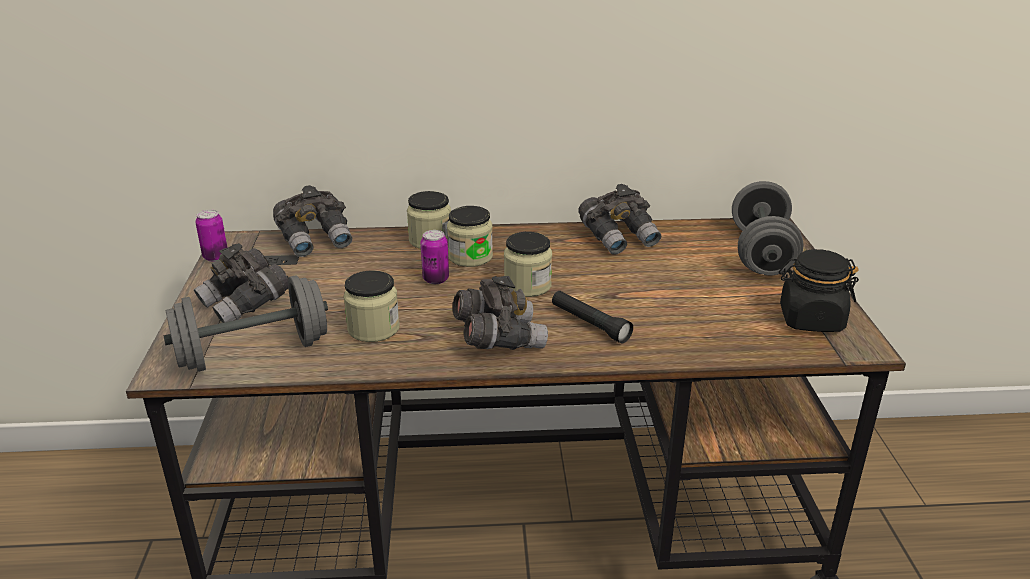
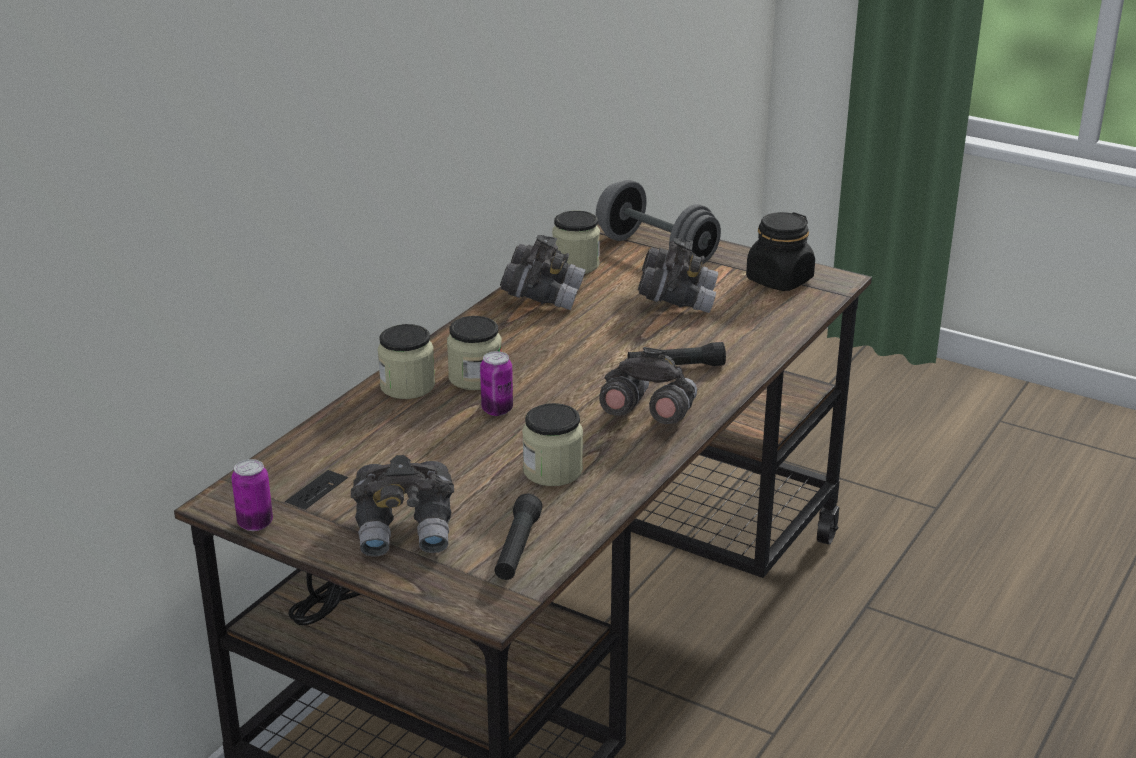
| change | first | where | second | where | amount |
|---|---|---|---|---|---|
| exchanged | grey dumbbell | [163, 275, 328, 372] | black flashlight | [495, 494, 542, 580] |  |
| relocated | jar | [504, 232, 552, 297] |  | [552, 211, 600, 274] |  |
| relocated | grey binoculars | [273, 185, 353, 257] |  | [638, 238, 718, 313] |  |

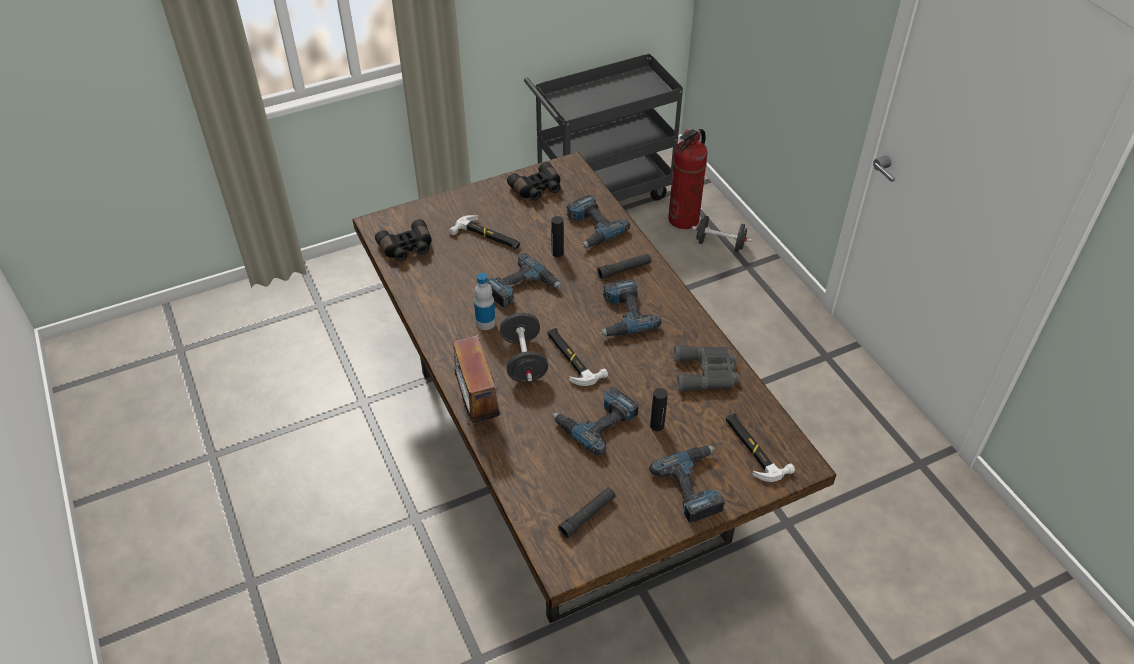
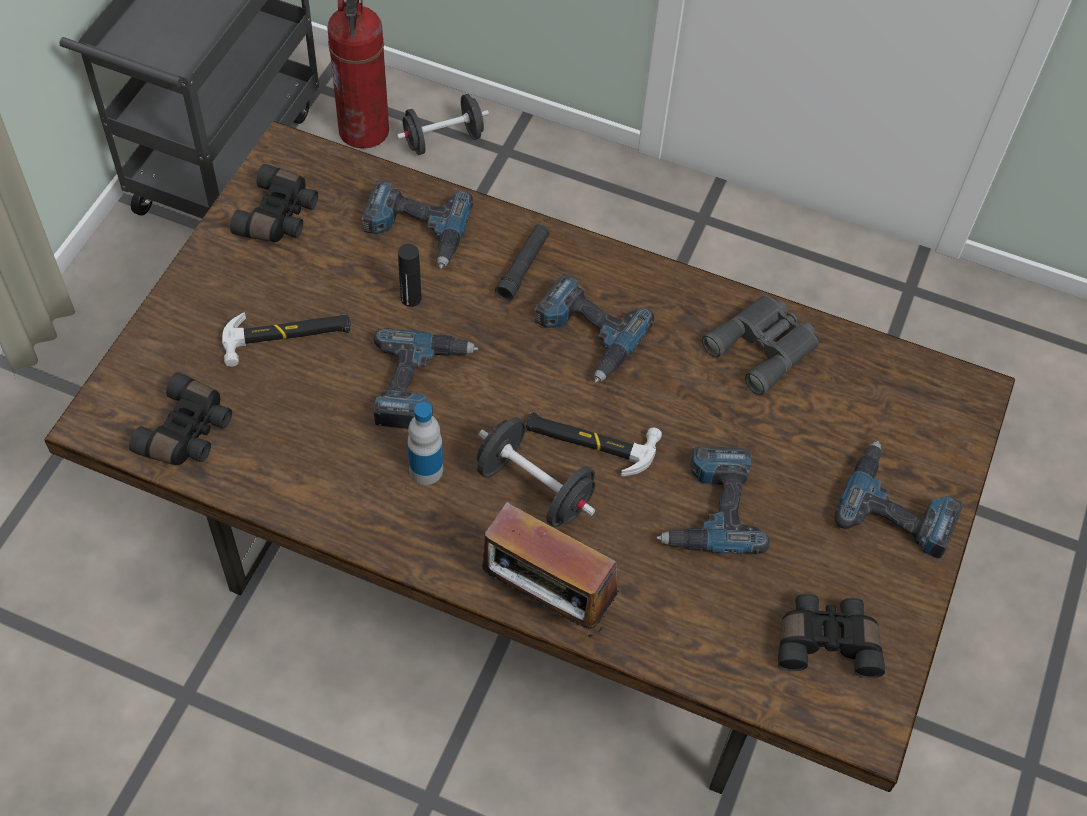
| change | first | where | second | where | amount |
|---|---|---|---|---|---|
| exchanged | black flashlight | [558, 487, 616, 538] | black binoculars | [778, 594, 885, 678] |  |
| missing | black bottle | [650, 388, 668, 431] |  |  |  |
| missing | hammer | [726, 413, 795, 482] |  |  |  |

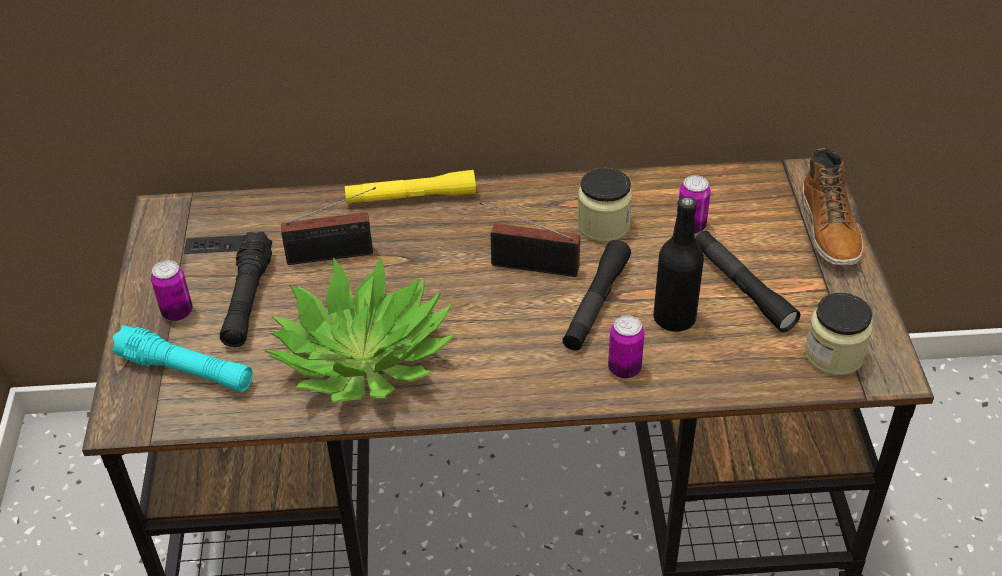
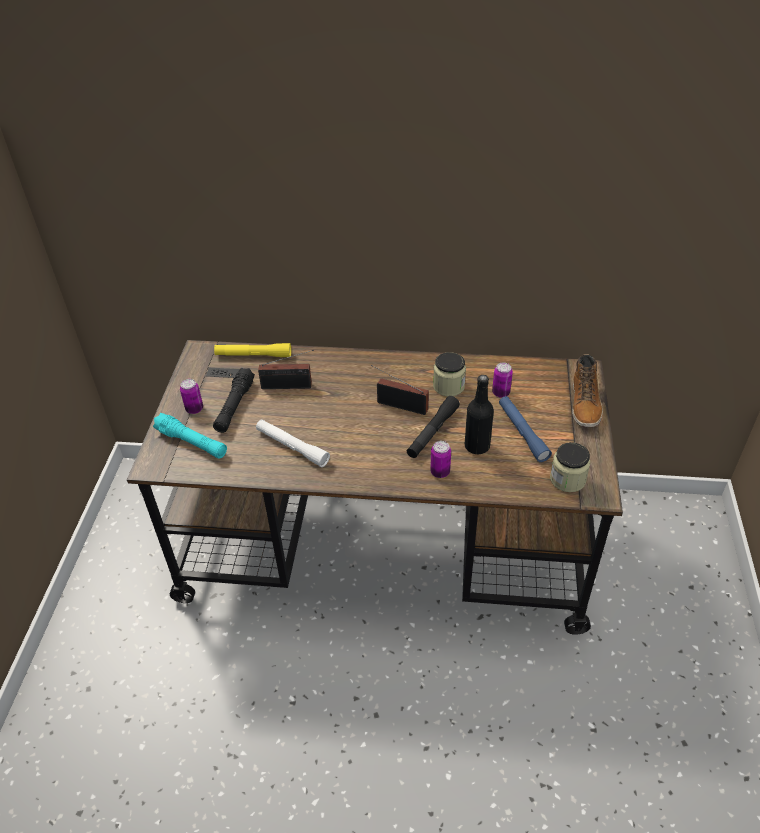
| change | first | where | second | where | amount |
|---|---|---|---|---|---|
| relocated | yellow flashlight | [345, 170, 476, 204] |  | [214, 343, 291, 357] |  |
| exchanged | potted plant | [264, 256, 455, 403] | white flashlight | [256, 419, 330, 467] |  |
| colour | black flashlight | [695, 231, 800, 332] | blue flashlight | [499, 396, 552, 462] |  |

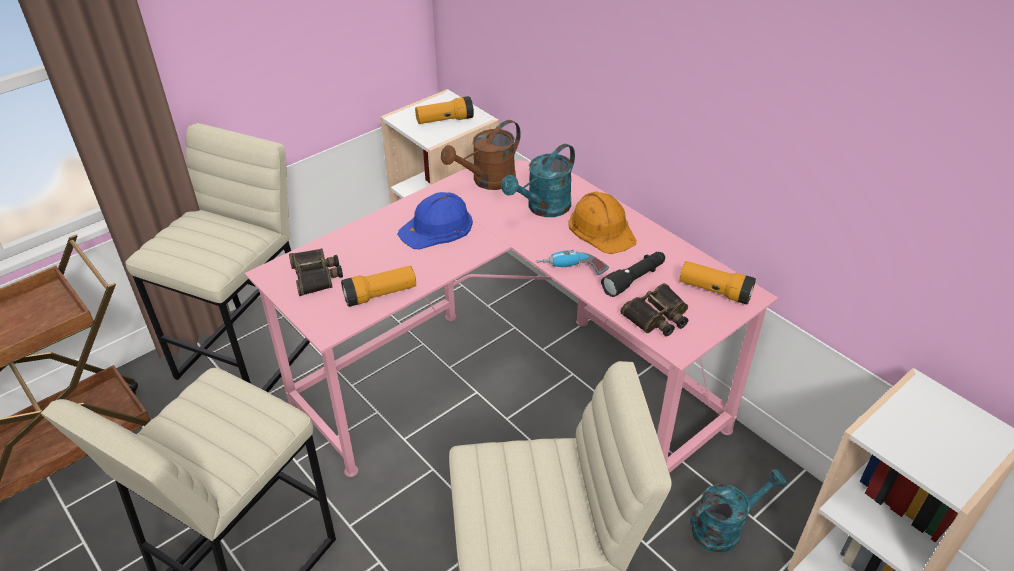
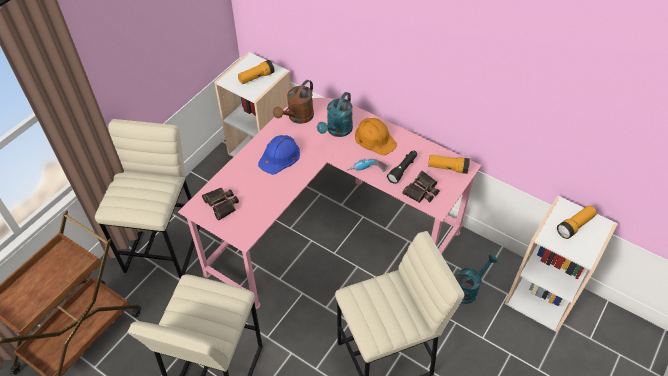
| change | first | where | second | where | amount |
|---|---|---|---|---|---|
| relocated | flashlight | [341, 266, 416, 307] |  | [557, 205, 597, 239] |  |

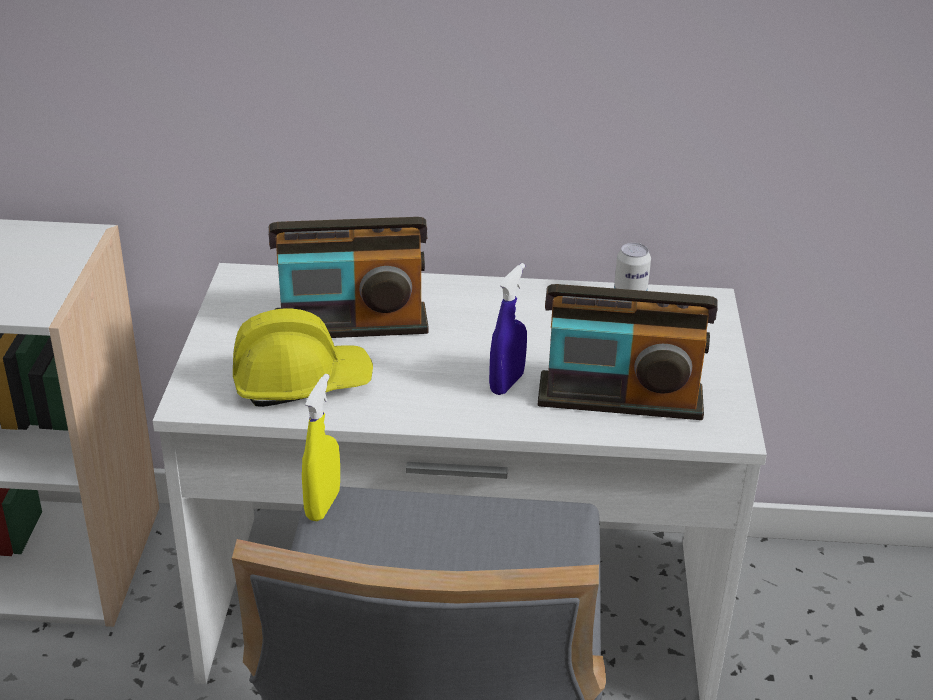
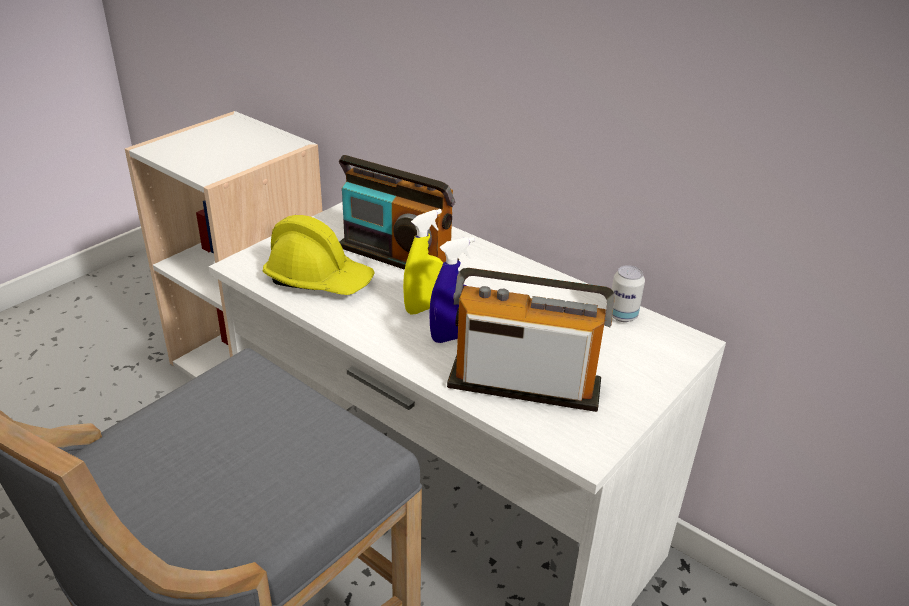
| change | first | where | second | where | amount |
|---|---|---|---|---|---|
| relocated | yellow spray bottle | [302, 374, 340, 521] |  | [403, 209, 443, 314] |  |
| spun | radio | [538, 284, 718, 420] |  | [447, 268, 615, 412] | 150 degrees clockwise |

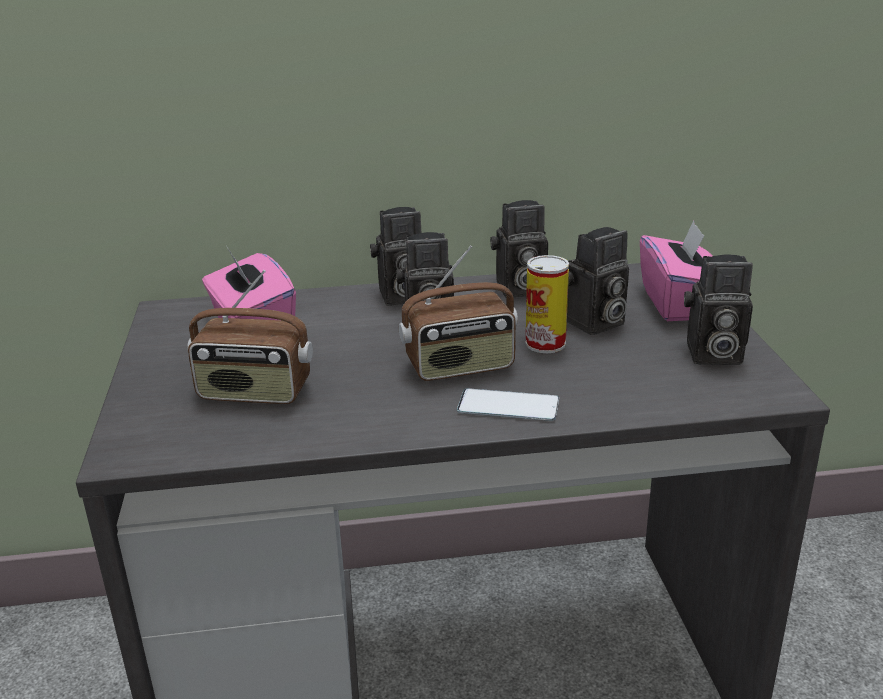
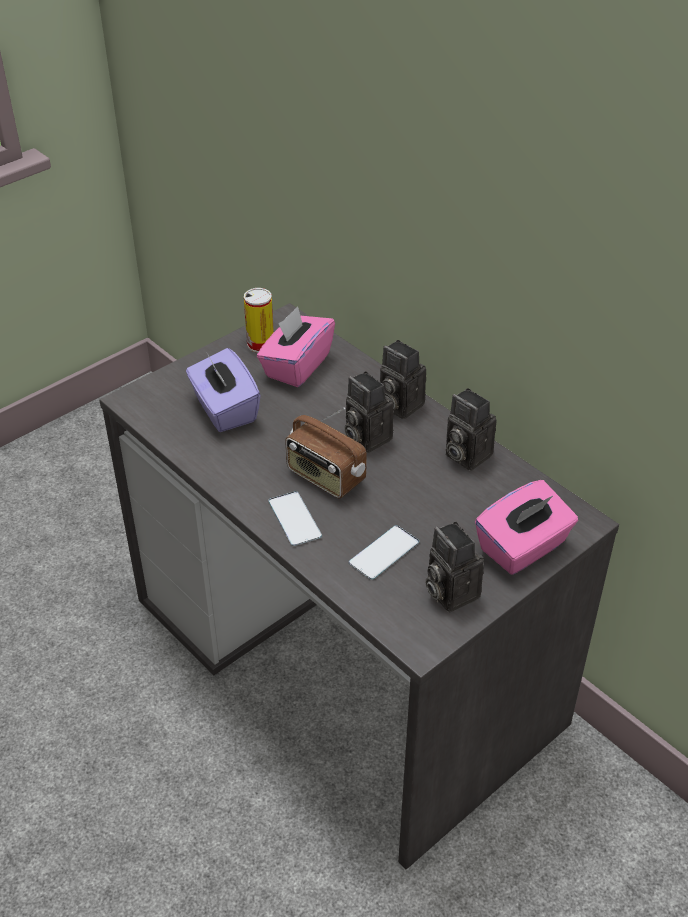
| change | first | where | second | where | amount |
|---|---|---|---|---|---|
| exchanged | radio | [187, 270, 313, 404] | purple tissue box | [186, 348, 261, 432] |  |
| relocated | can | [526, 255, 569, 353] |  | [244, 288, 274, 353] |  |
| appeared |  |  | phone | [349, 525, 419, 580] |  |
| missing | photo camera | [567, 227, 629, 335] |  |  |  |

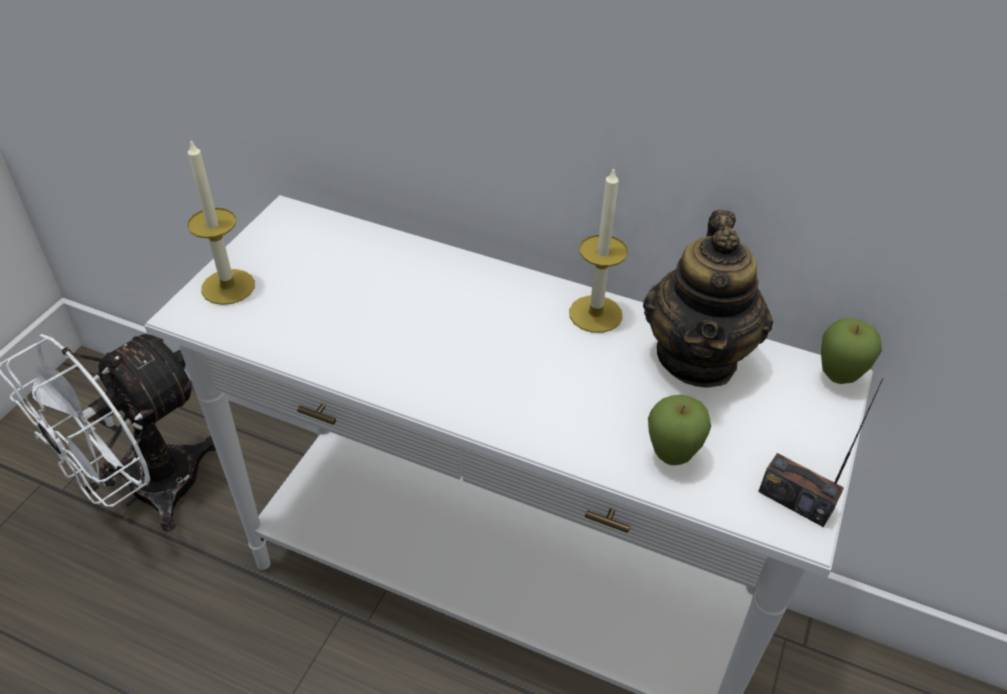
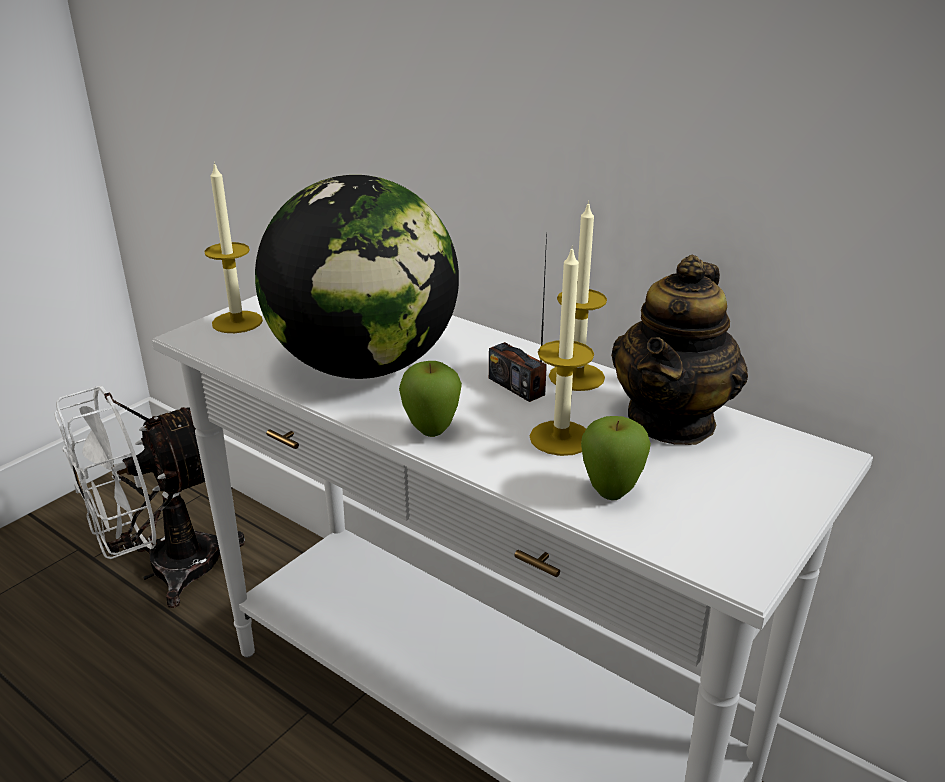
| change | first | where | second | where | amount |
|---|---|---|---|---|---|
| appeared |  |  | globe | [255, 175, 459, 379] |  |
| relocated | apple | [821, 318, 882, 384] |  | [399, 361, 462, 437] |  |
| relocated | radio | [758, 378, 883, 527] |  | [489, 233, 547, 402] |  |
| appeared |  |  | candle | [530, 245, 594, 456] |  |

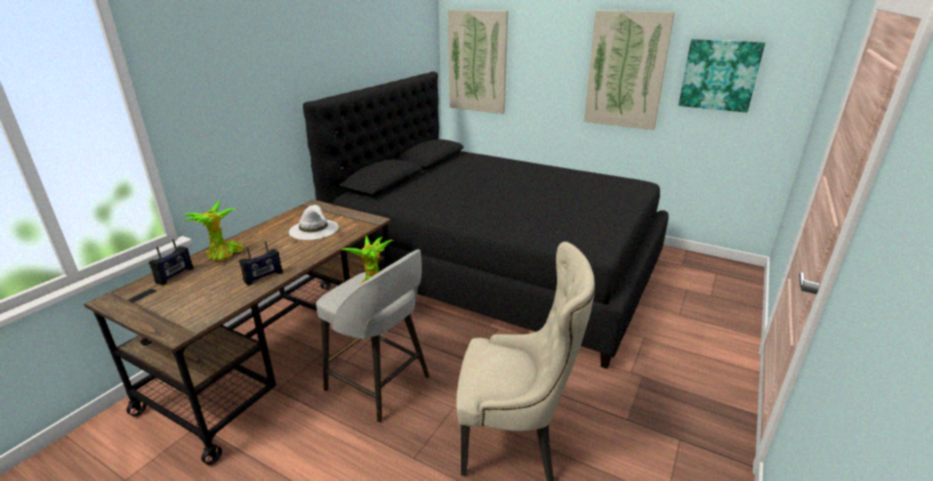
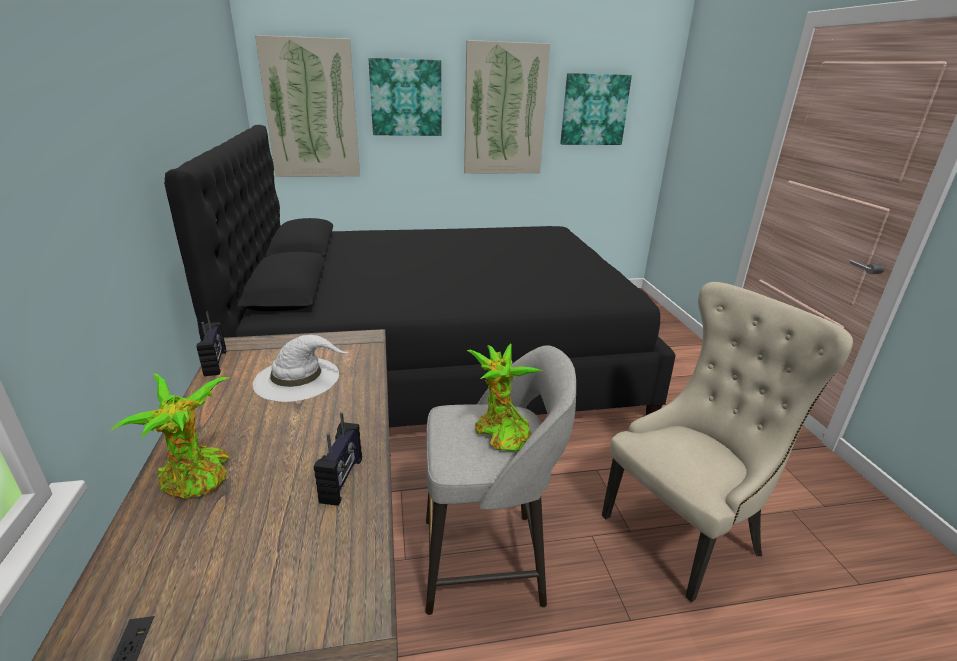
| change | first | where | second | where | amount |
|---|---|---|---|---|---|
| relocated | radio | [149, 239, 194, 285] |  | [197, 311, 226, 376] |  |
| appeared |  |  | picture | [369, 58, 442, 136] |  |

